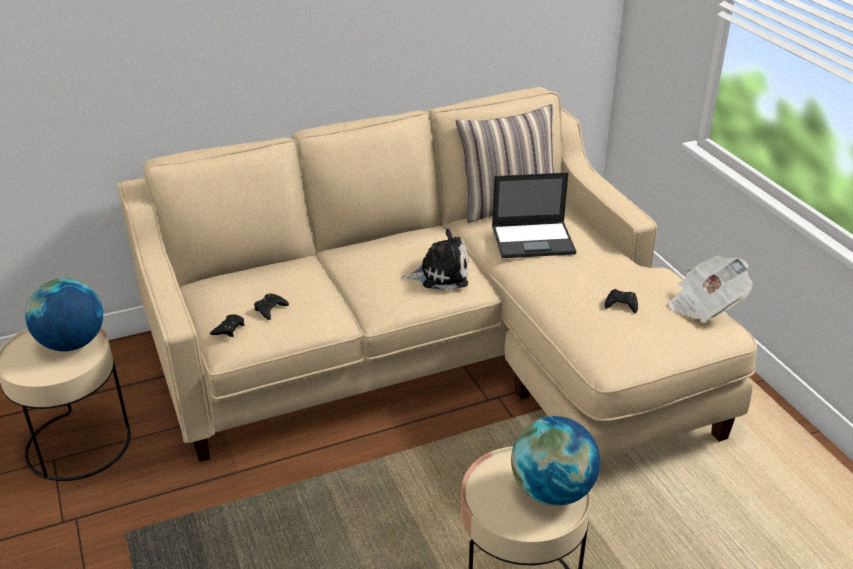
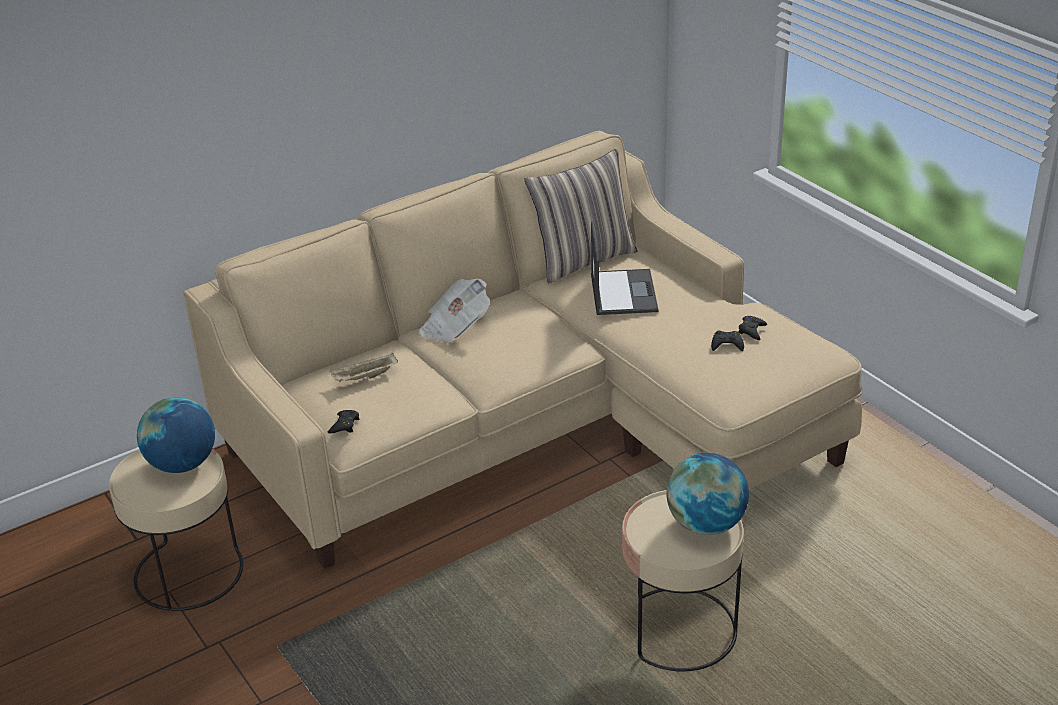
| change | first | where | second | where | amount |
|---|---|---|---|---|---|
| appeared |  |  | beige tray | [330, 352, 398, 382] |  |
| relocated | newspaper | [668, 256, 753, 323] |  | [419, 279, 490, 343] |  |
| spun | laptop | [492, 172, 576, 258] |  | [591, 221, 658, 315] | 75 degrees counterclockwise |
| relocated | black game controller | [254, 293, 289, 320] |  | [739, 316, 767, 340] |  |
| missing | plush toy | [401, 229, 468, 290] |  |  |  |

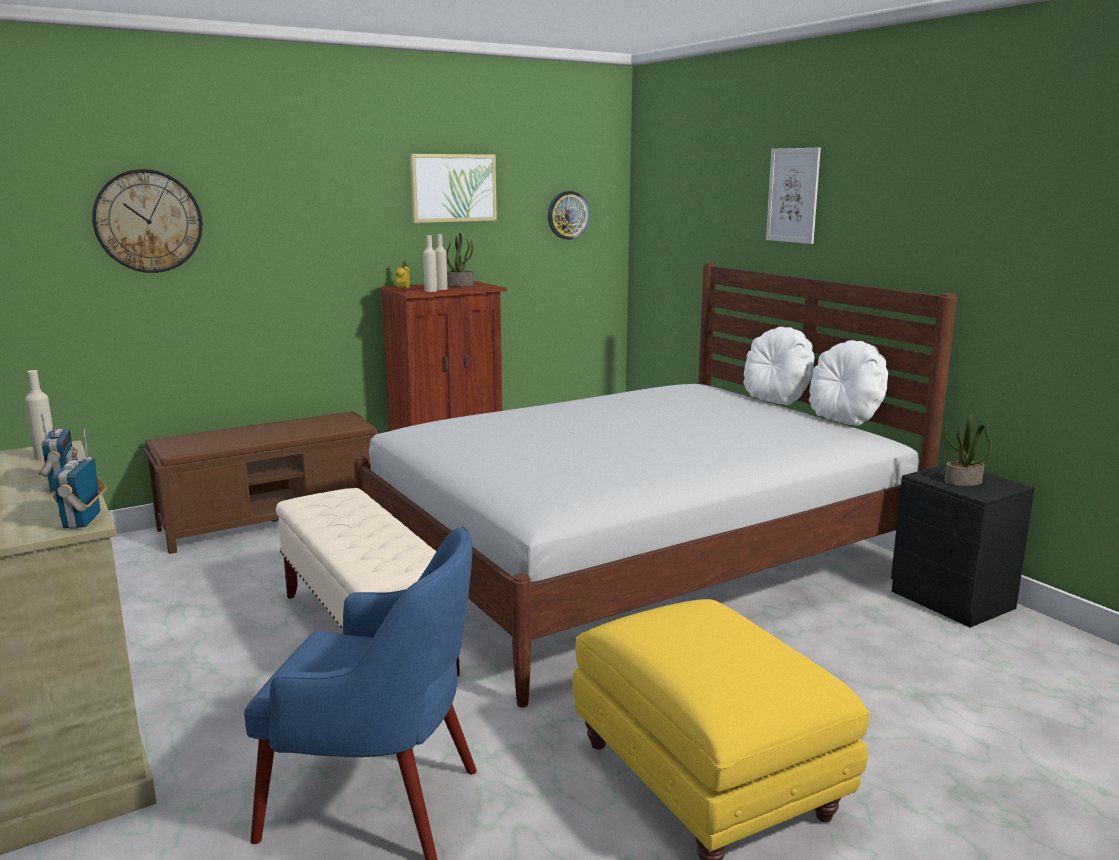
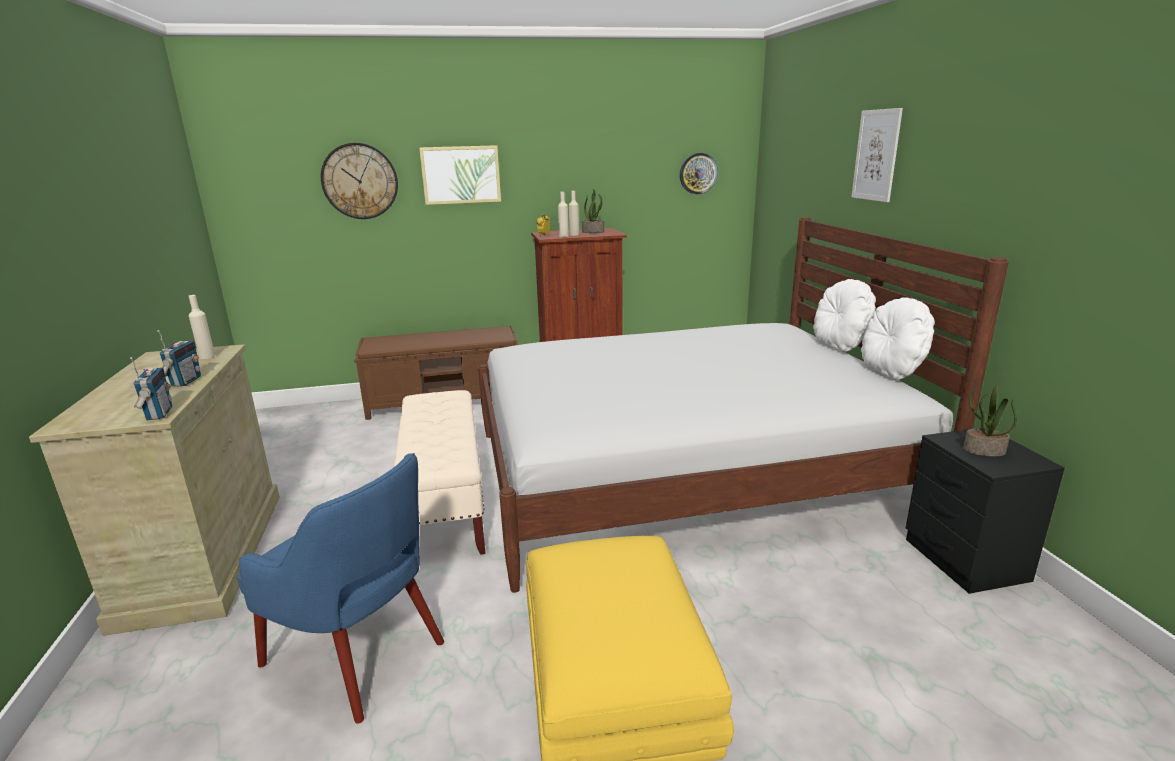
| change | first | where | second | where | amount |
|---|---|---|---|---|---|
| spun | radio | [52, 428, 107, 529] |  | [130, 357, 172, 420] | 150 degrees clockwise |
| relocated | picture | [410, 154, 497, 223] |  | [419, 145, 501, 205] |  |

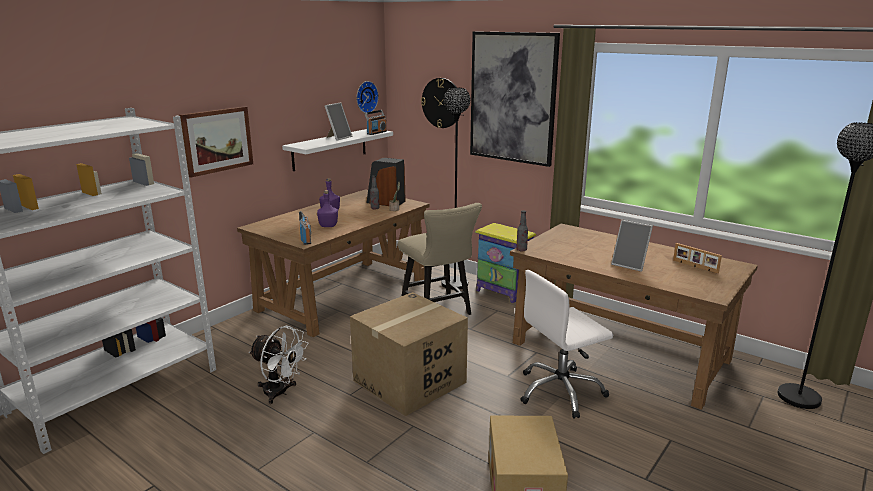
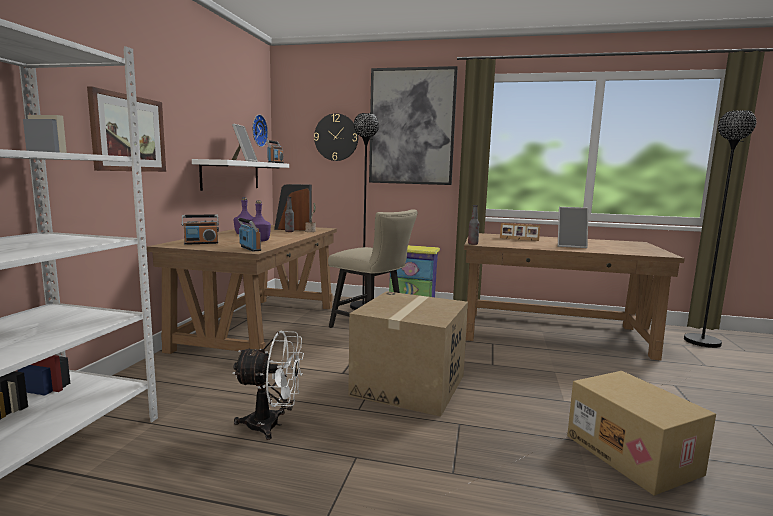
| change | first | where | second | where | amount |
|---|---|---|---|---|---|
| appeared |  |  | radio | [182, 215, 219, 245] |  |
| relocated | picture frame | [673, 243, 722, 274] |  | [500, 223, 540, 241] |  |
| missing | white office chair | [520, 270, 613, 419] |  |  |  |

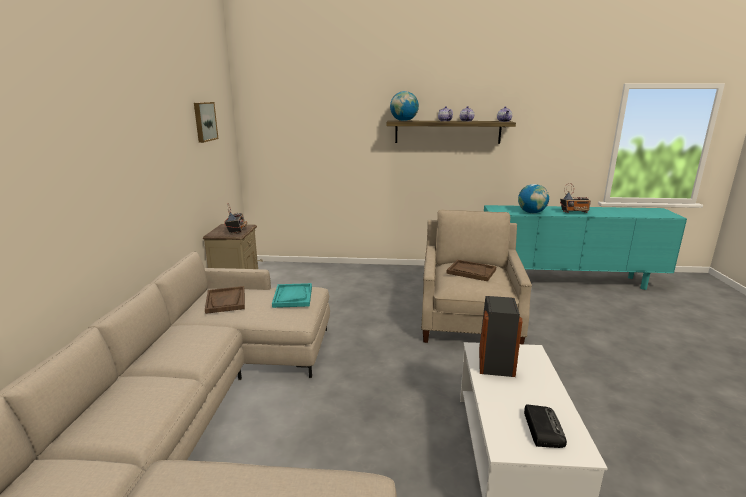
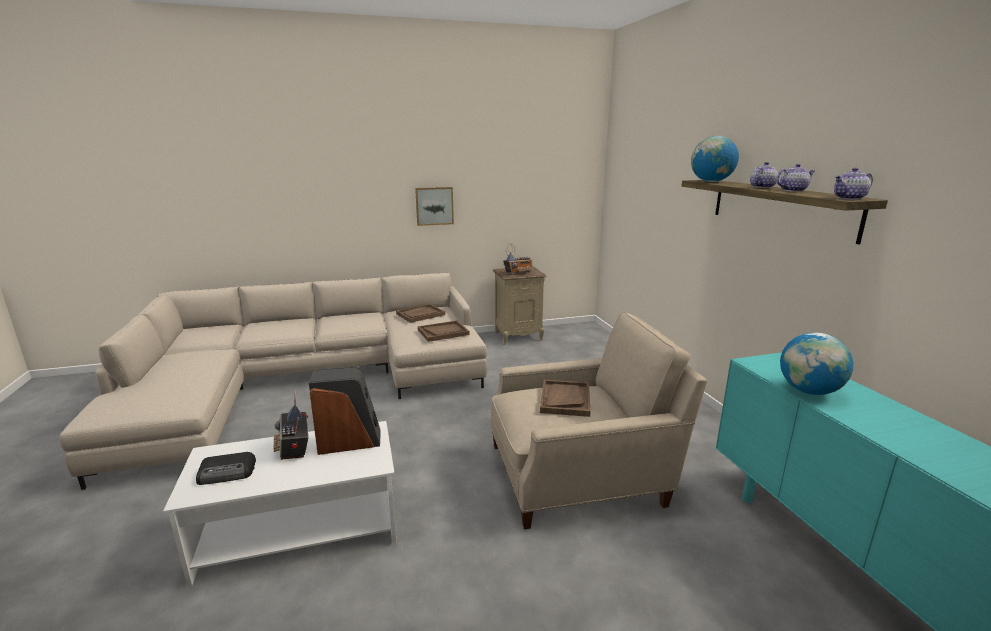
| change | first | where | second | where | amount |
|---|---|---|---|---|---|
| relocated | radio | [560, 183, 591, 213] |  | [273, 389, 309, 460] |  |
| relocated | picture | [194, 102, 218, 143] |  | [415, 187, 454, 226] |  |
| colour | turquoise tray | [272, 283, 312, 308] | brown tray | [418, 321, 469, 342] |  |

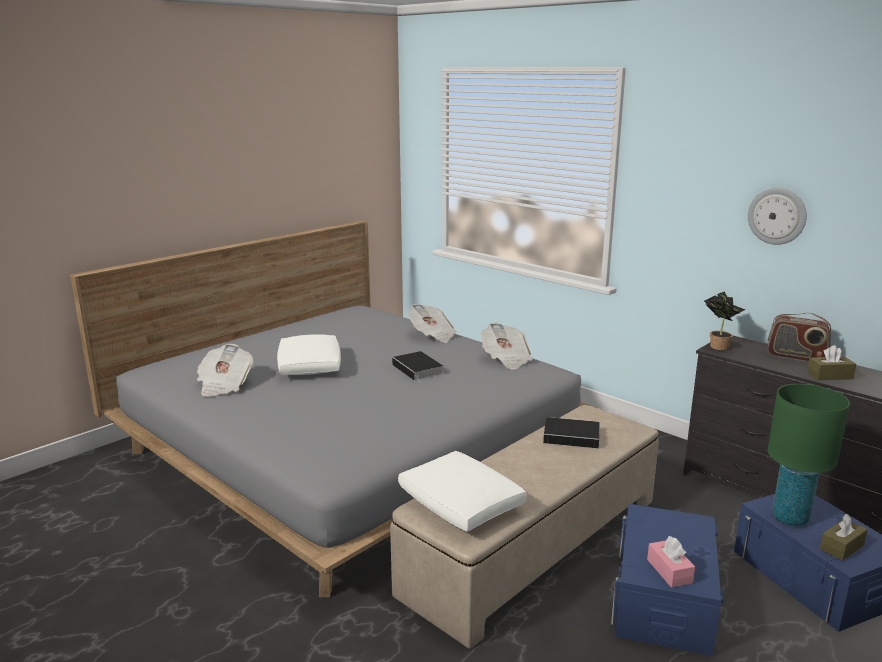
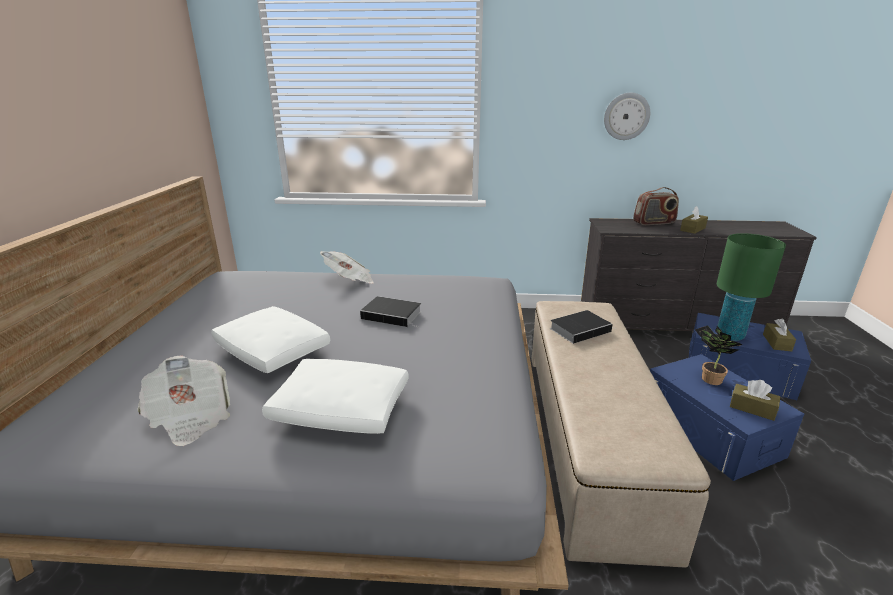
| change | first | where | second | where | amount |
|---|---|---|---|---|---|
| relocated | white pillow | [398, 451, 527, 532] |  | [262, 359, 409, 434] |  |
| relocated | potted plant | [704, 292, 745, 350] |  | [695, 325, 743, 385] |  |
| colour | pink tissue box | [647, 536, 695, 588] | brown tissue box | [730, 380, 780, 421] |  |
| missing | newspaper | [481, 323, 533, 370] |  |  |  |

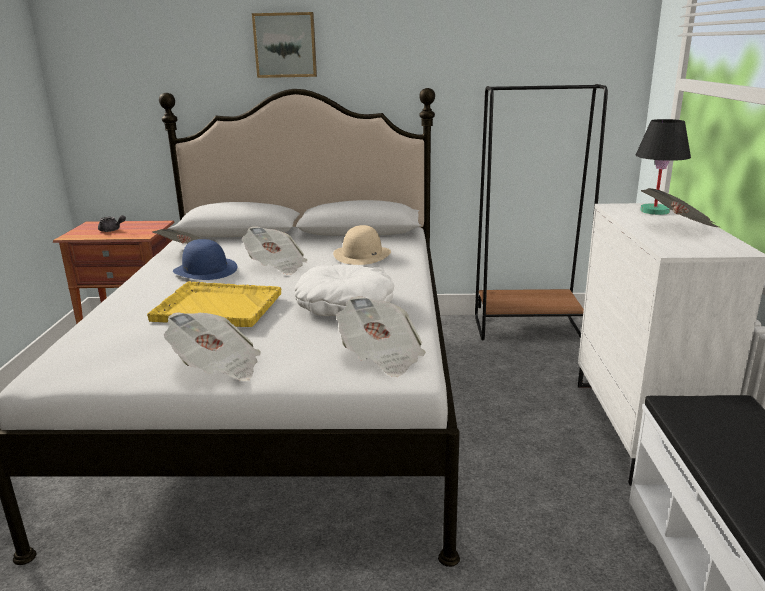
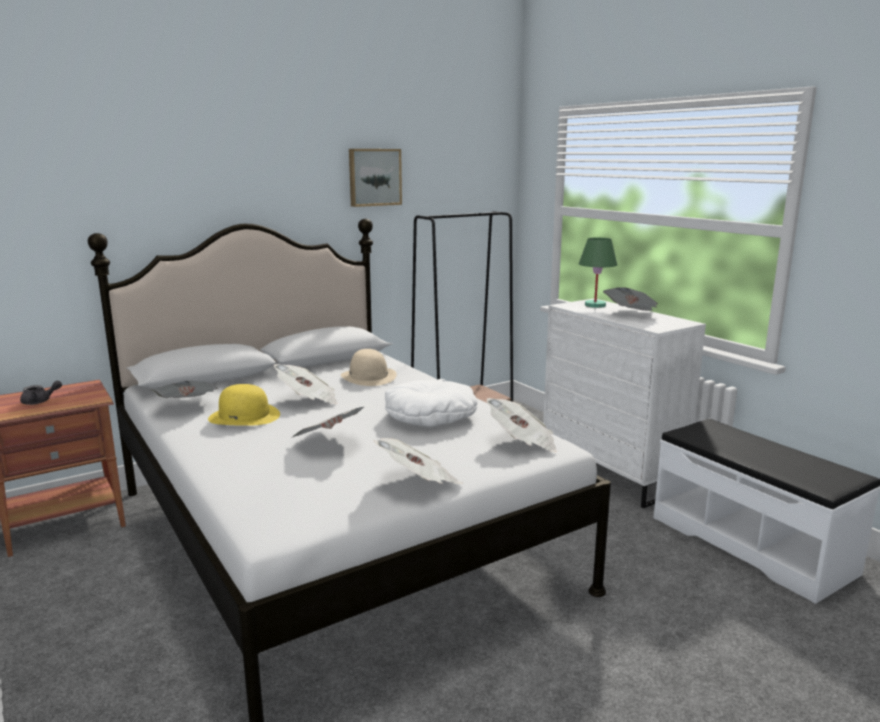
| change | first | where | second | where | amount |
|---|---|---|---|---|---|
| colour | blue hat | [173, 239, 237, 280] | yellow hat | [208, 384, 280, 426] |  |
| exchanged | yellow tray | [147, 281, 281, 327] | newspaper | [291, 407, 364, 438] |  |
| relocated | picture | [252, 12, 317, 78] |  | [349, 149, 402, 207] |  |
| colour | black table lamp | [636, 119, 691, 215] | green table lamp | [579, 237, 617, 308] |  |

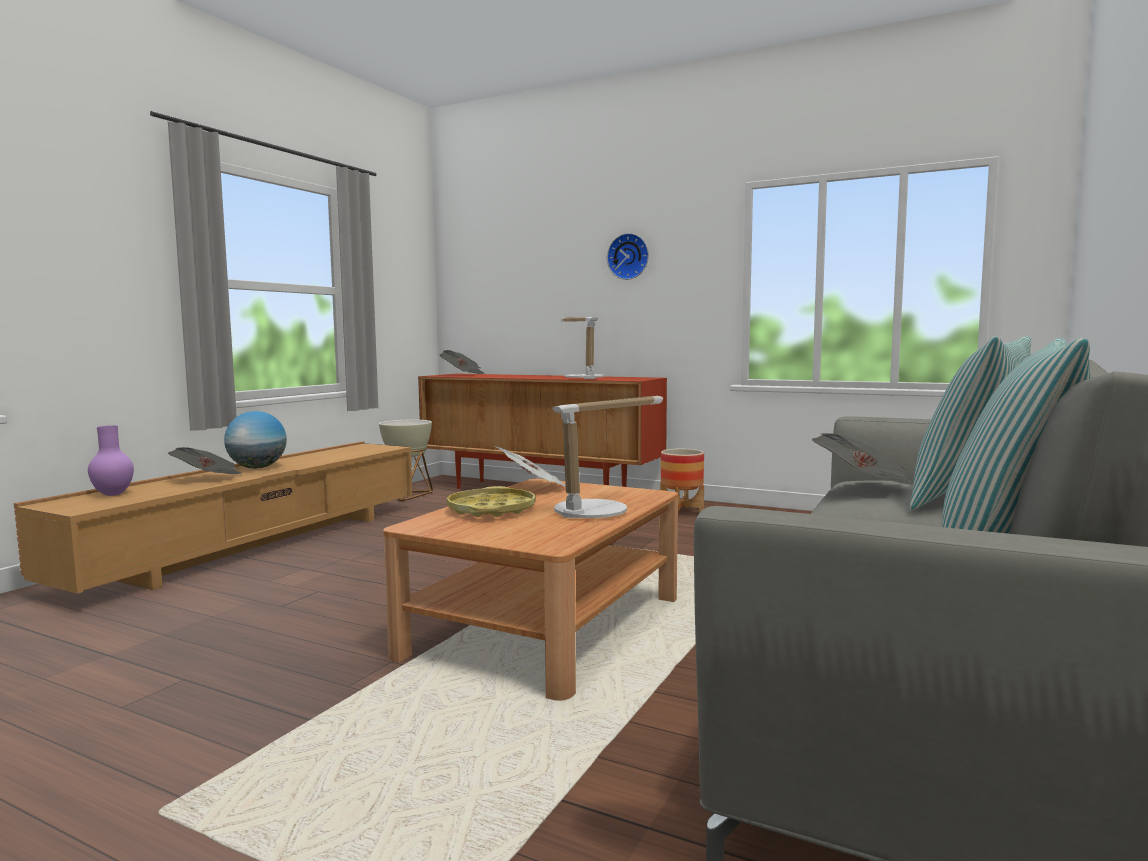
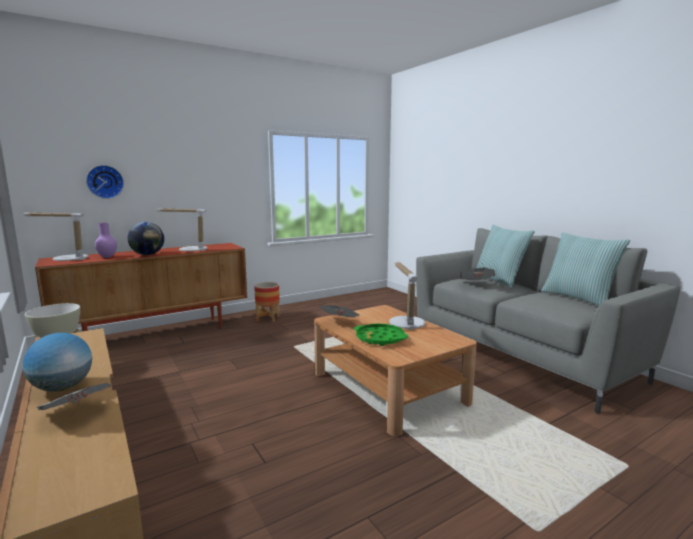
| change | first | where | second | where | amount |
|---|---|---|---|---|---|
| exchanged | newspaper | [440, 350, 484, 374] | table lamp | [24, 213, 89, 261] |  |
| relocated | wall clock | [607, 233, 649, 280] |  | [86, 165, 124, 199] |  |
| relocated | purple vase | [88, 426, 134, 496] |  | [95, 223, 117, 258] |  |
| appeared |  |  | globe | [128, 222, 164, 255] |  |
| colour | yellow tray | [447, 486, 535, 517] | green tray | [354, 324, 408, 346] |  |

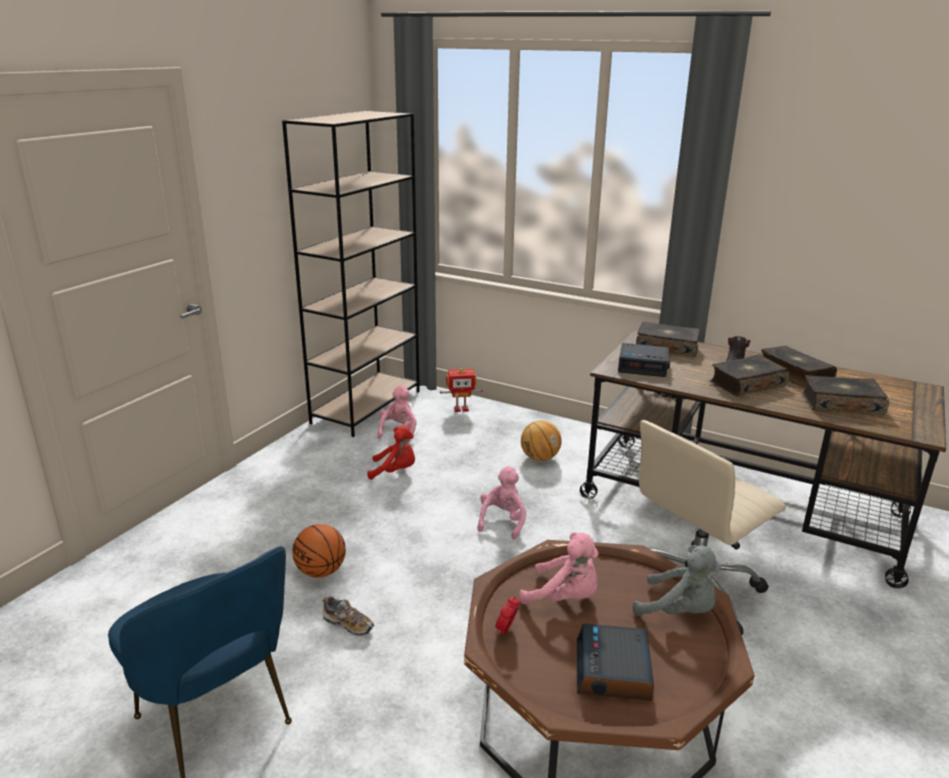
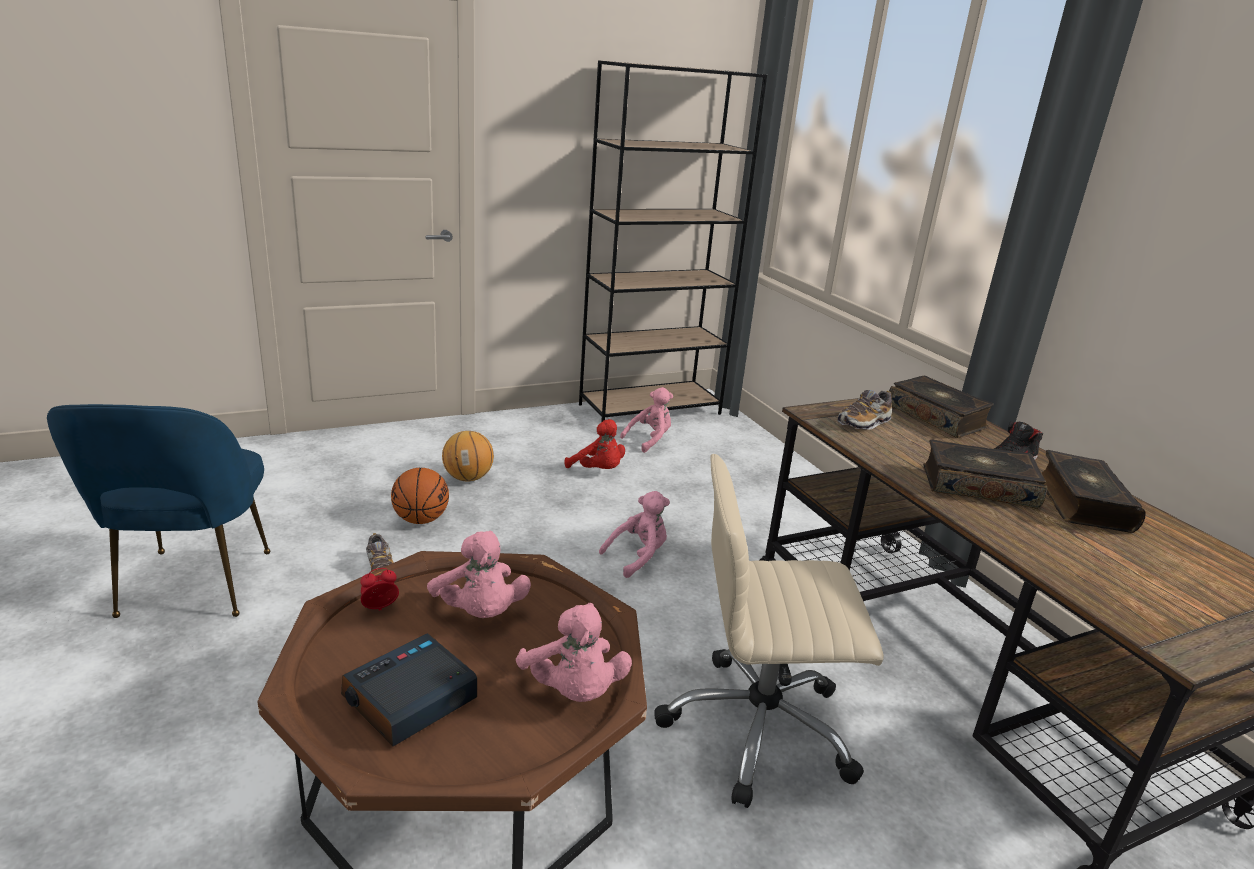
| change | first | where | second | where | amount |
|---|---|---|---|---|---|
| relocated | basketball | [521, 420, 562, 461] |  | [442, 431, 494, 482] |  |
| colour | grey plush toy | [633, 545, 721, 616] | pink plush toy | [516, 603, 632, 702] |  |
| exchanged | alarm clock | [618, 343, 670, 377] | shoe | [837, 390, 892, 430] |  |
| missing | toy robot | [440, 368, 483, 412] |  |  |  |
| missing | book | [801, 375, 889, 415] |  |  |  |

